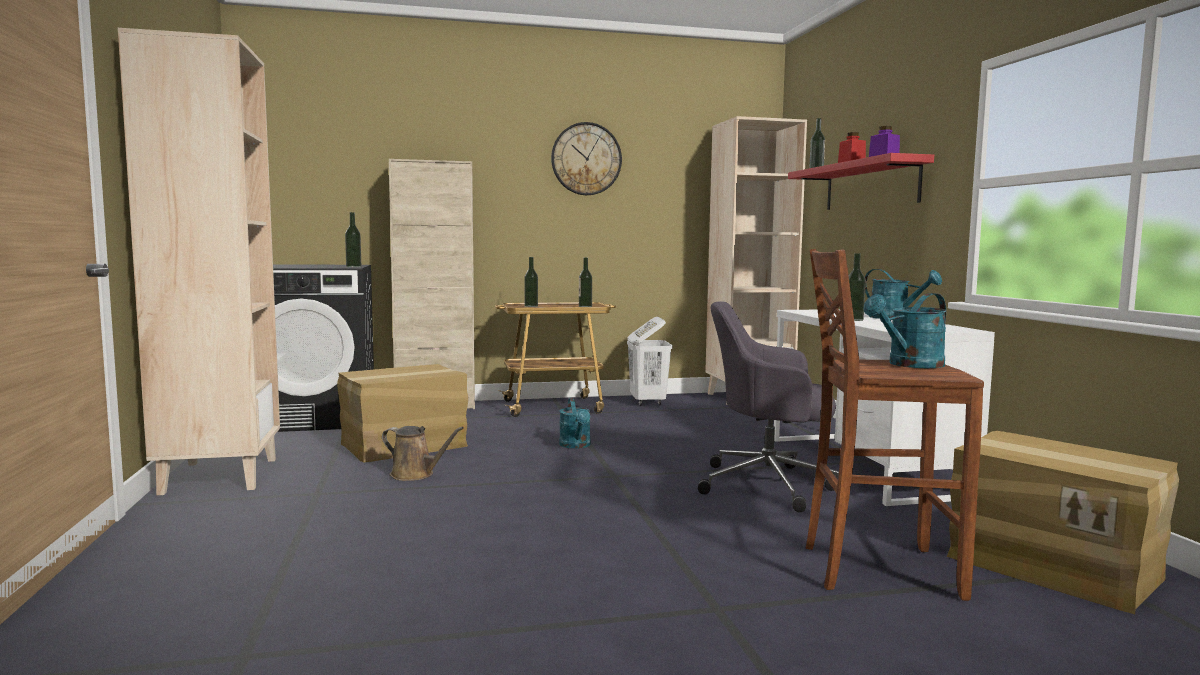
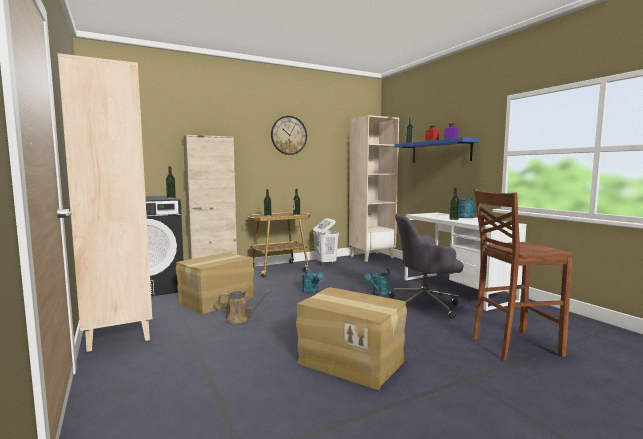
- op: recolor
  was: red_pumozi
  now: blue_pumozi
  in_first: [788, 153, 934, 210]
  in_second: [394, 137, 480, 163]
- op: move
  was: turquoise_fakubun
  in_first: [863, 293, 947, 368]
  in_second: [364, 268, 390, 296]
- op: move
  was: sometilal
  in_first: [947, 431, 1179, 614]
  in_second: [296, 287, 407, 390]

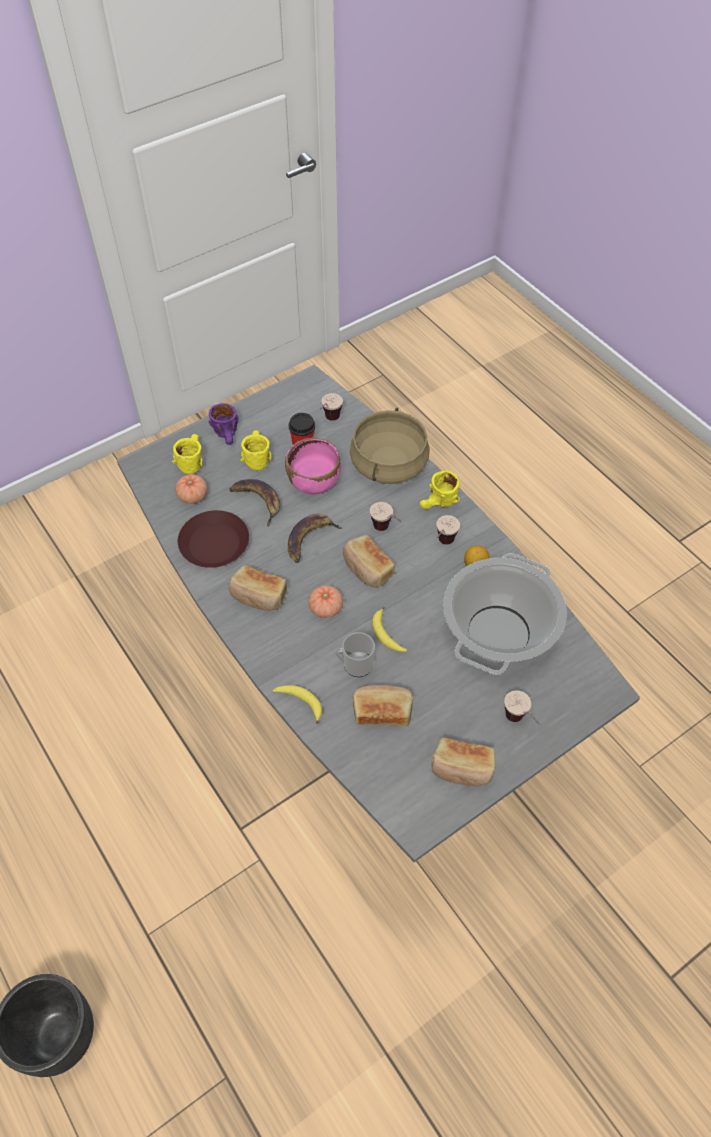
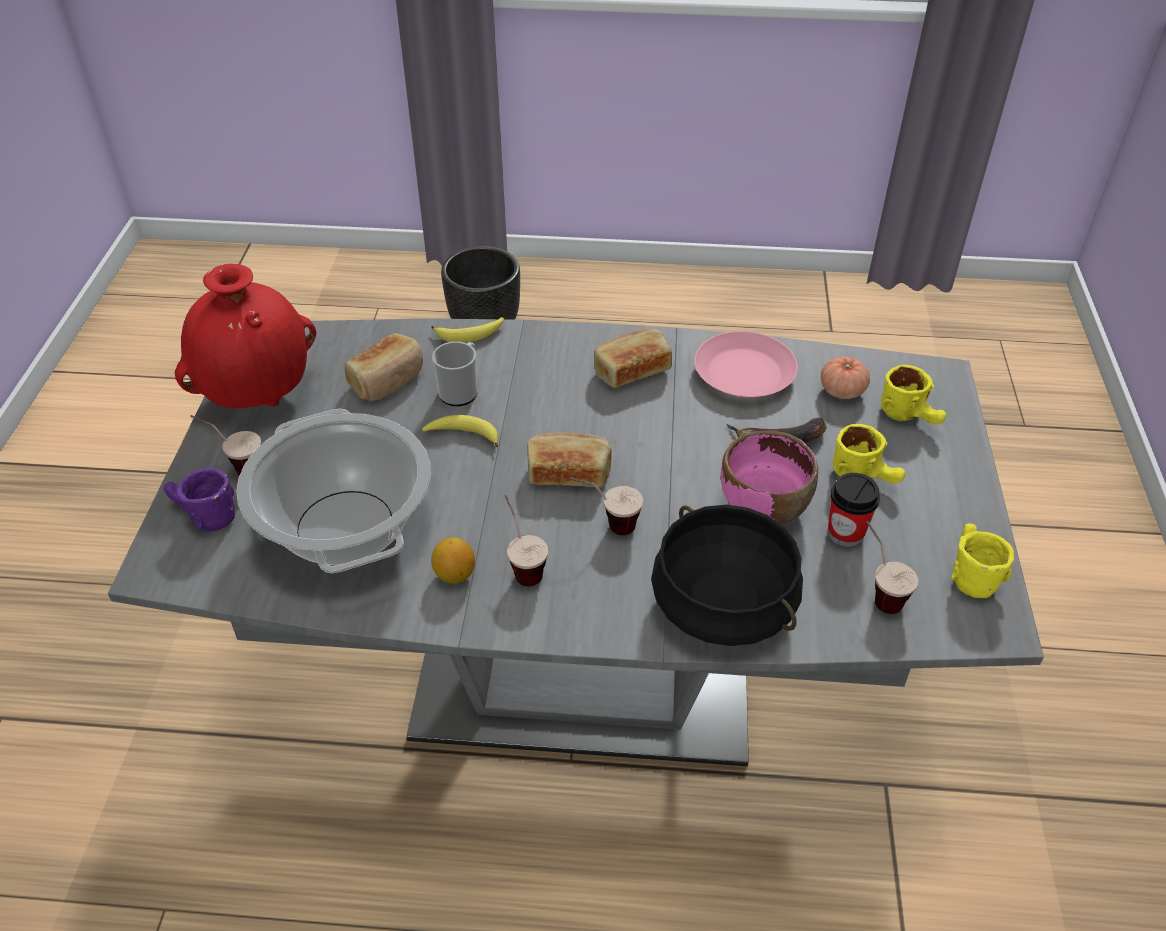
- op: recolor
  was: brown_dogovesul
  now: pink_dogovesul
  in_first: [178, 510, 249, 568]
  in_second: [694, 331, 798, 398]
- op: move
  was: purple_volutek
  in_first: [209, 403, 239, 445]
  in_second: [164, 468, 235, 532]
- op: delete
  was: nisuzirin
  in_first: [288, 514, 342, 563]
- op: delete
  was: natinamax
  in_first: [308, 585, 343, 618]
- op: recolor
  was: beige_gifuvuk
  now: black_gifuvuk
  in_first: [350, 408, 430, 484]
  in_second: [651, 505, 803, 646]
- op: move
  was: yellow_volutek
  in_first: [420, 470, 460, 509]
  in_second: [951, 523, 1014, 598]
- op: replace
  was: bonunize
  now: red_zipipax
  in_first: [431, 737, 495, 786]
  in_second: [175, 264, 316, 408]

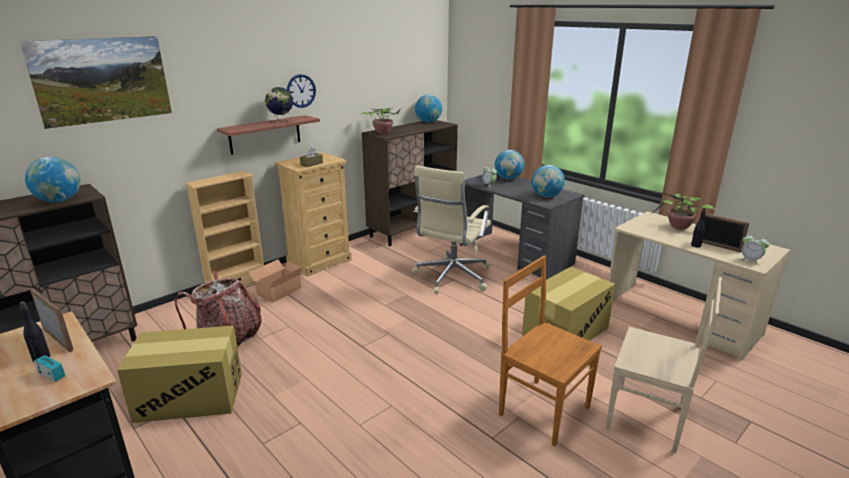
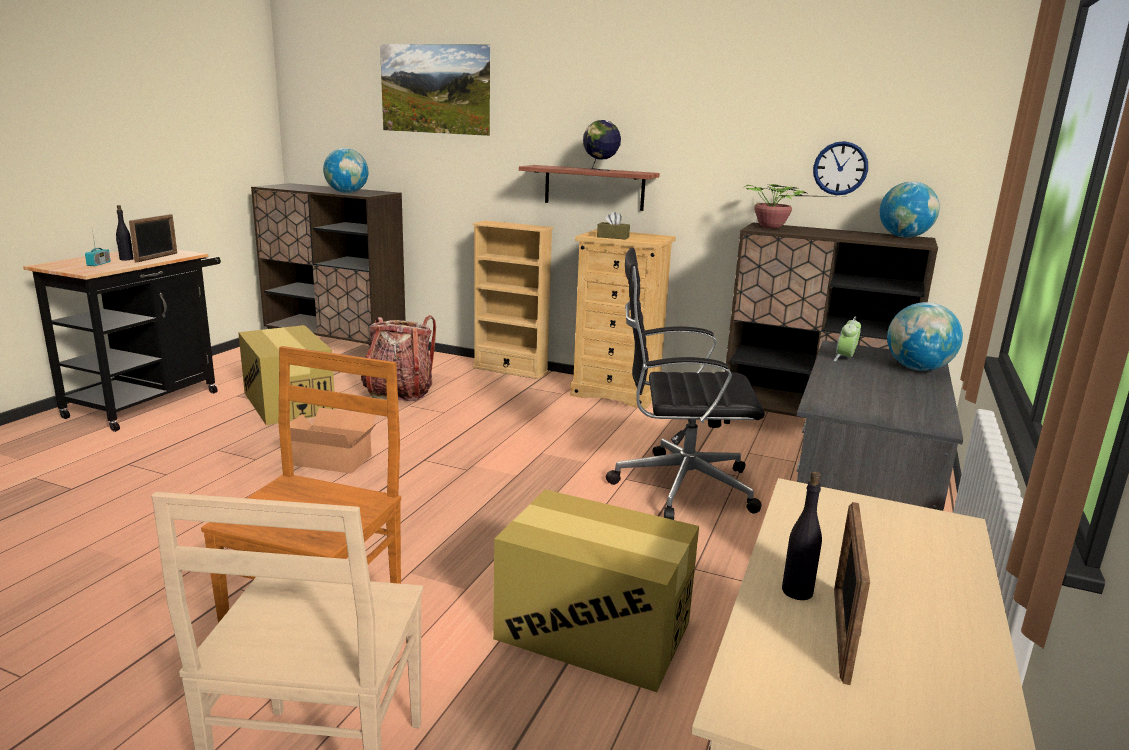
- op: move
  was: sometilal
  in_first: [248, 260, 302, 303]
  in_second: [290, 408, 377, 474]
- op: move
  was: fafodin
  in_first: [287, 74, 316, 108]
  in_second: [813, 141, 868, 195]
- op: recolor
  was: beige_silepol
  now: black_silepol
  in_first: [412, 165, 491, 294]
  in_second: [606, 248, 765, 520]
- op: delete
  was: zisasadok
  in_first: [532, 165, 565, 198]
- op: delete
  was: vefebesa
  in_first: [654, 192, 714, 230]
- op: delete
  was: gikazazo
  in_first: [739, 234, 769, 265]

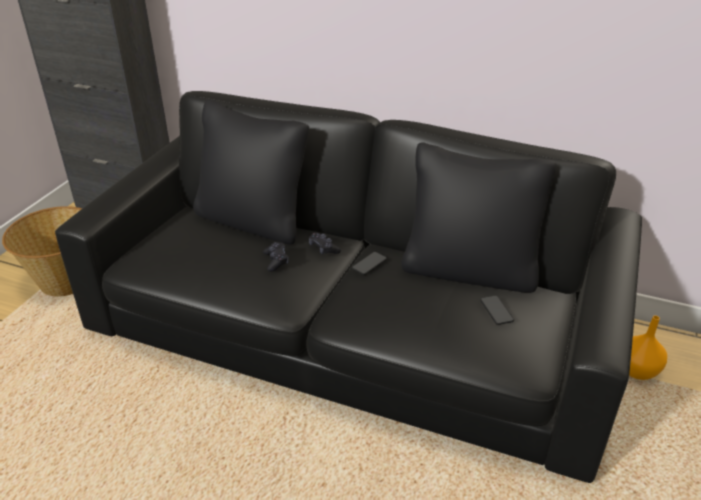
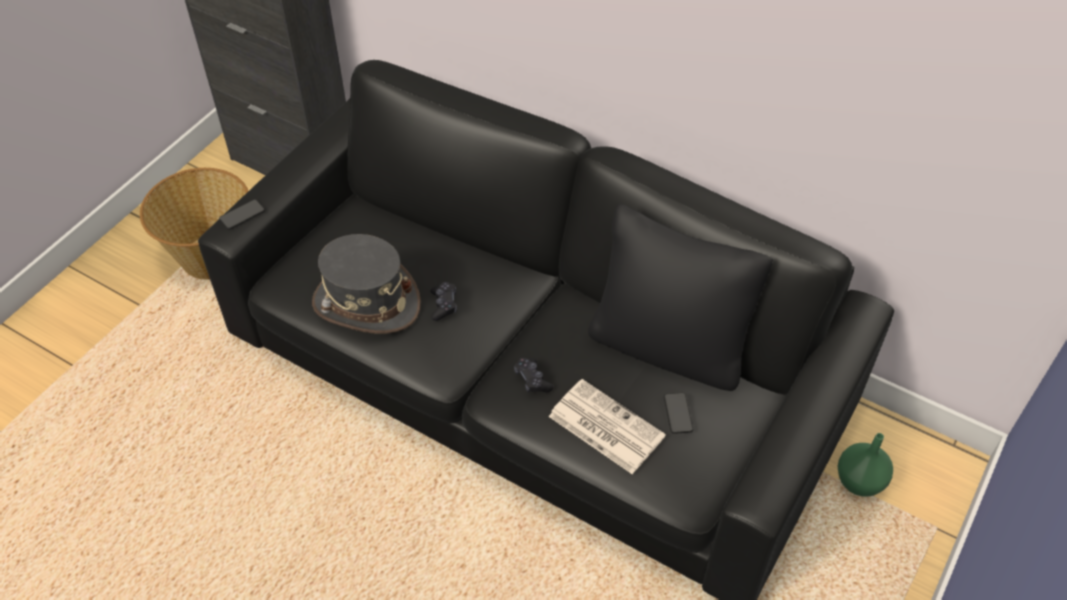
- op: delete
  was: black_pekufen
  in_first: [193, 99, 309, 244]
- op: move
  was: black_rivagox
  in_first: [309, 233, 341, 255]
  in_second: [514, 358, 553, 393]
- op: move
  was: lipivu
  in_first: [352, 252, 387, 275]
  in_second: [219, 199, 265, 229]
- op: recolor
  was: orange_zipipax
  now: green_zipipax
  in_first: [629, 315, 667, 380]
  in_second: [838, 433, 893, 497]
- op: insert
  now: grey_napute
  in_second: [312, 234, 421, 334]
- op: insert
  now: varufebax
  in_second: [548, 379, 666, 474]

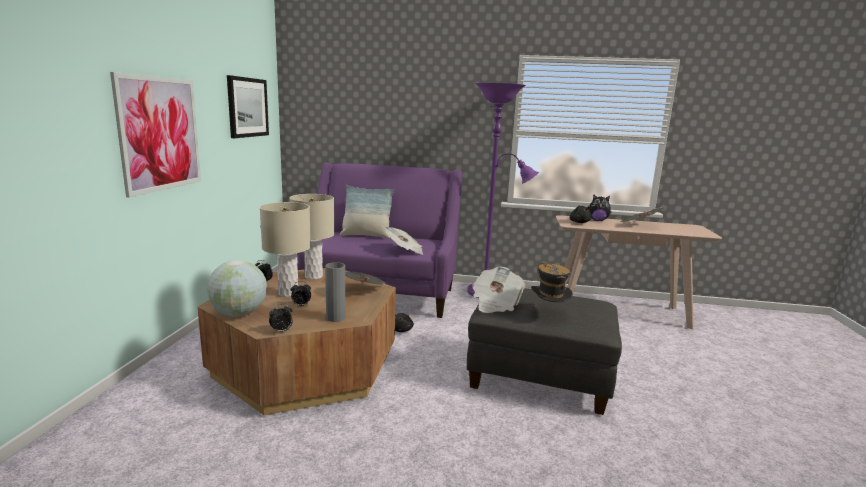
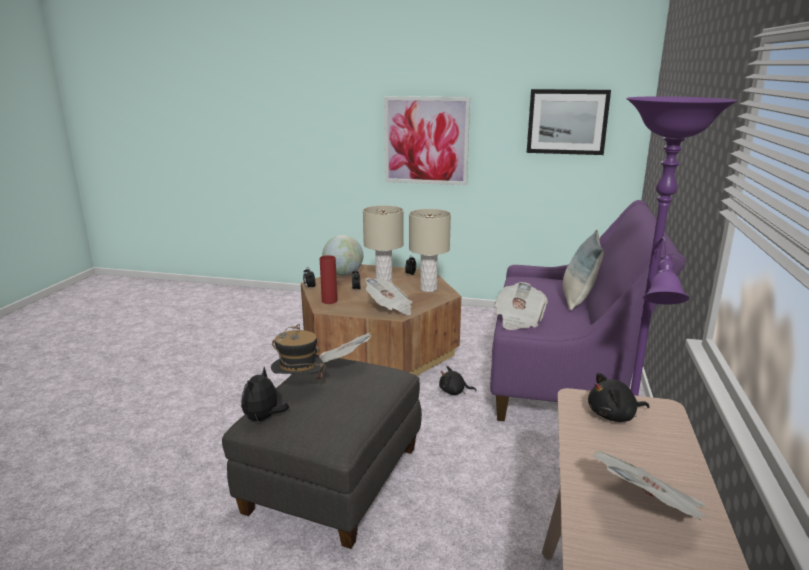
- op: recolor
  was: grey_zipipax
  now: red_zipipax
  in_first: [325, 262, 345, 322]
  in_second: [320, 255, 337, 304]
- op: move
  was: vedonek
  in_first: [590, 194, 612, 221]
  in_second: [241, 367, 289, 421]

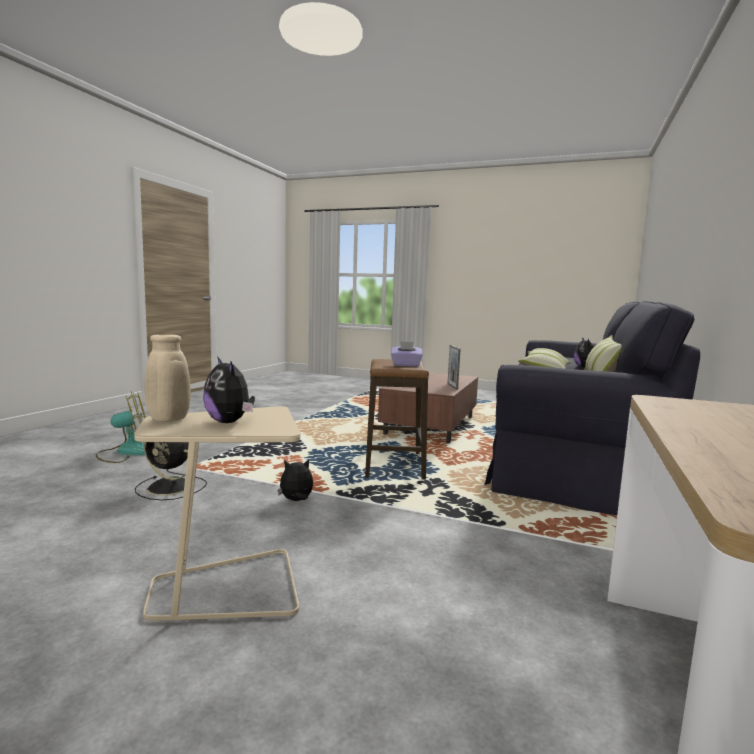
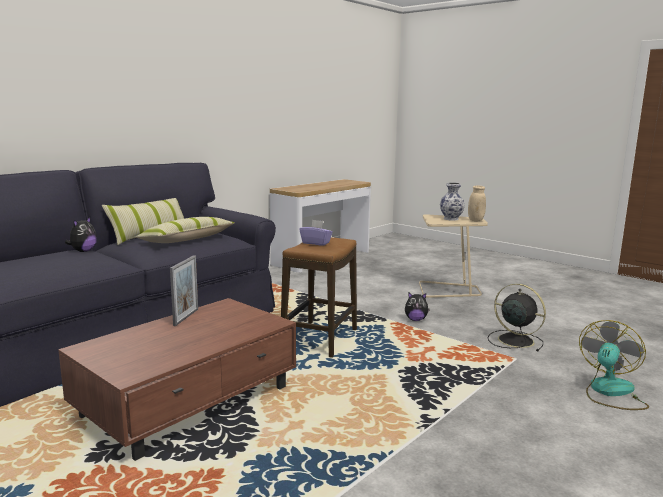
- op: rotate
  was: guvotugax
  in_first: [96, 391, 146, 463]
  in_second: [579, 320, 649, 410]
  clockwise: 135
- op: replace
  was: vedonek
  now: zipipax
  in_first: [203, 356, 255, 423]
  in_second: [440, 182, 465, 221]

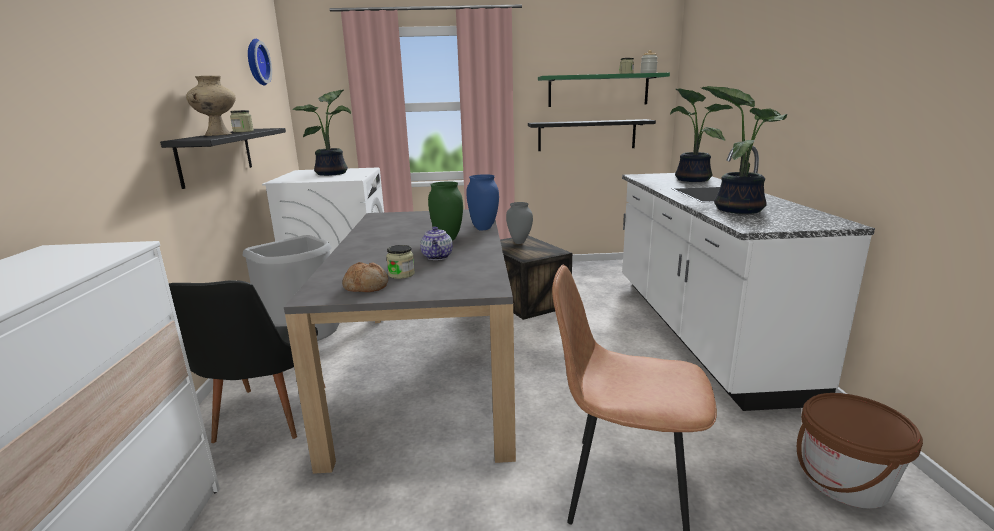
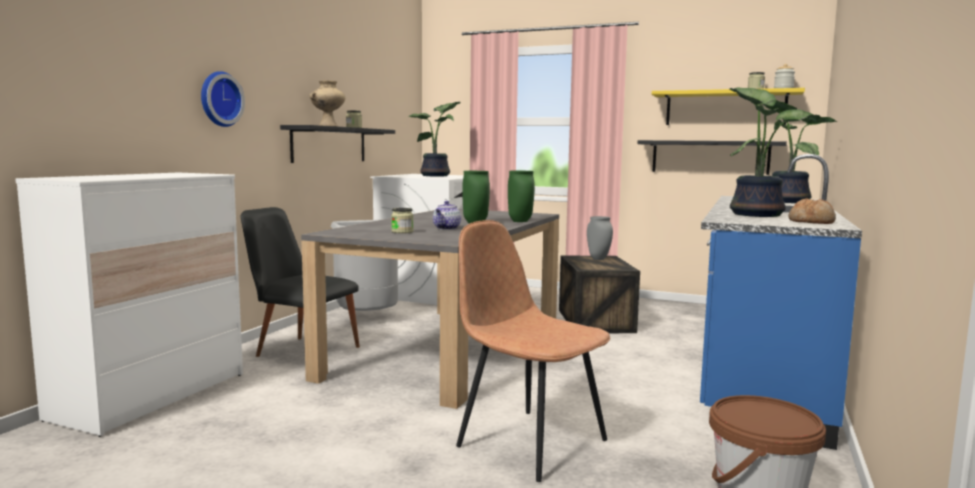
- op: rotate
  was: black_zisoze
  in_first: [169, 280, 325, 443]
  in_second: [240, 207, 360, 357]
  clockwise: 90
- op: move
  was: fafodin
  in_first: [248, 39, 272, 85]
  in_second: [201, 71, 245, 127]
- op: move
  was: bonunize
  in_first: [342, 262, 388, 292]
  in_second: [788, 198, 836, 224]
- op: recolor
  was: blue_zipipax
  now: green_zipipax
  in_first: [466, 174, 499, 230]
  in_second: [508, 171, 535, 222]
- op: recolor
  was: green_pumozi
  now: yellow_pumozi
  in_first: [538, 73, 670, 107]
  in_second: [652, 88, 805, 125]
- op: recolor
  was: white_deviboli
  now: blue_deviboli
  in_first: [622, 146, 875, 411]
  in_second: [700, 154, 862, 450]

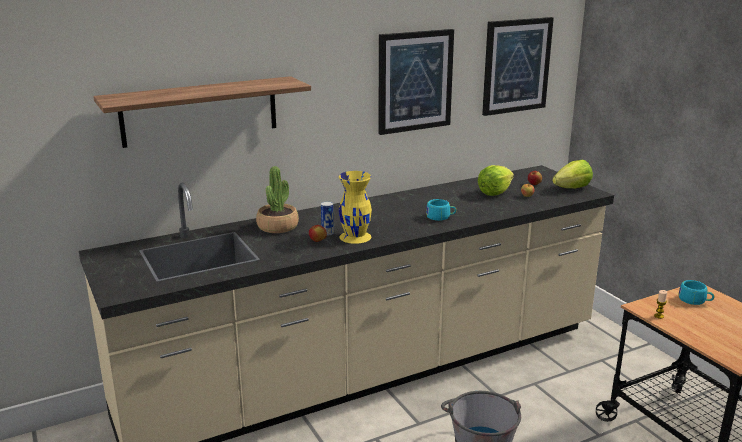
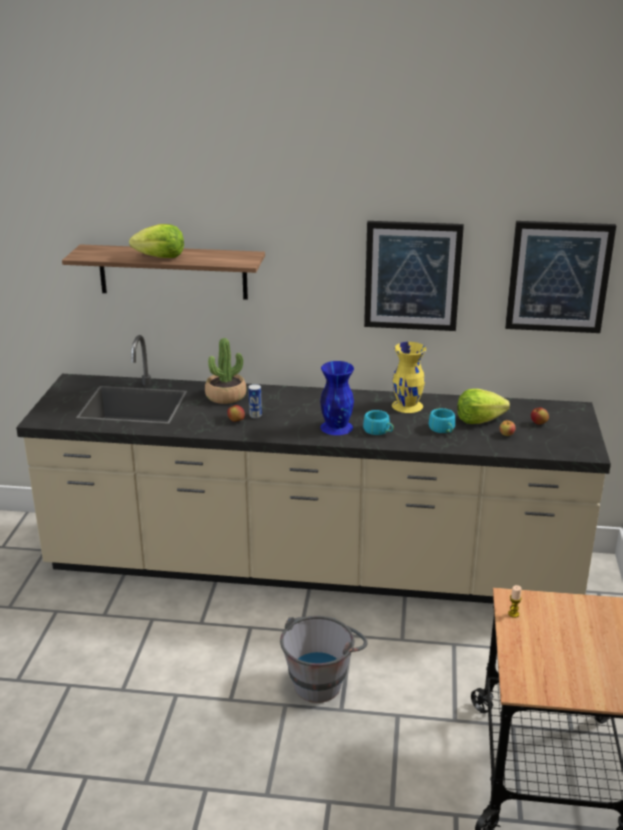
- op: move
  was: yellow_zipipax
  in_first: [339, 171, 372, 244]
  in_second: [392, 342, 426, 413]
- op: move
  was: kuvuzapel
  in_first: [552, 160, 593, 188]
  in_second: [129, 224, 184, 258]
- op: move
  was: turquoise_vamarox
  in_first: [678, 280, 714, 305]
  in_second: [429, 408, 455, 433]
- op: insert
  now: blue_zipipax
  in_second: [320, 361, 354, 435]

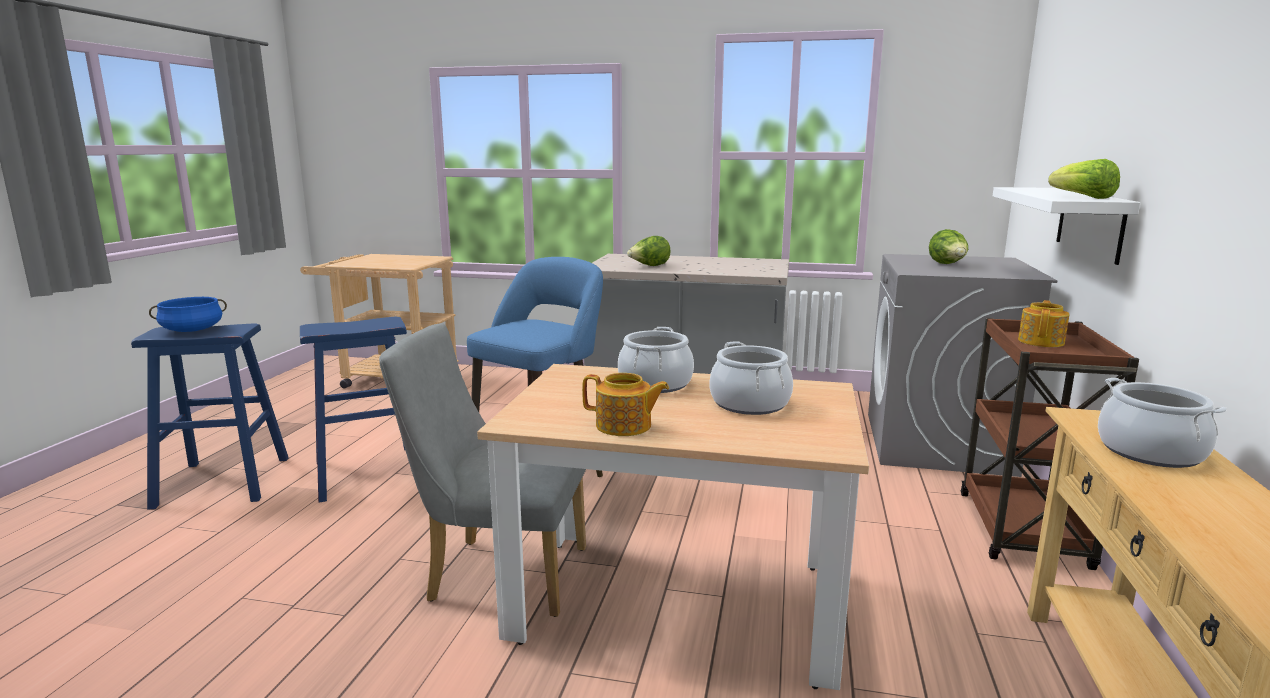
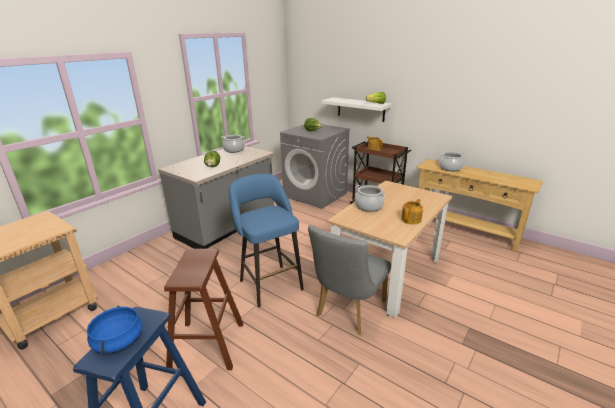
- op: recolor
  was: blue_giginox
  now: brown_giginox
  in_first: [300, 317, 407, 502]
  in_second: [164, 249, 243, 370]
- op: move
  was: gifuvuk
  in_first: [709, 341, 793, 415]
  in_second: [221, 135, 245, 153]

